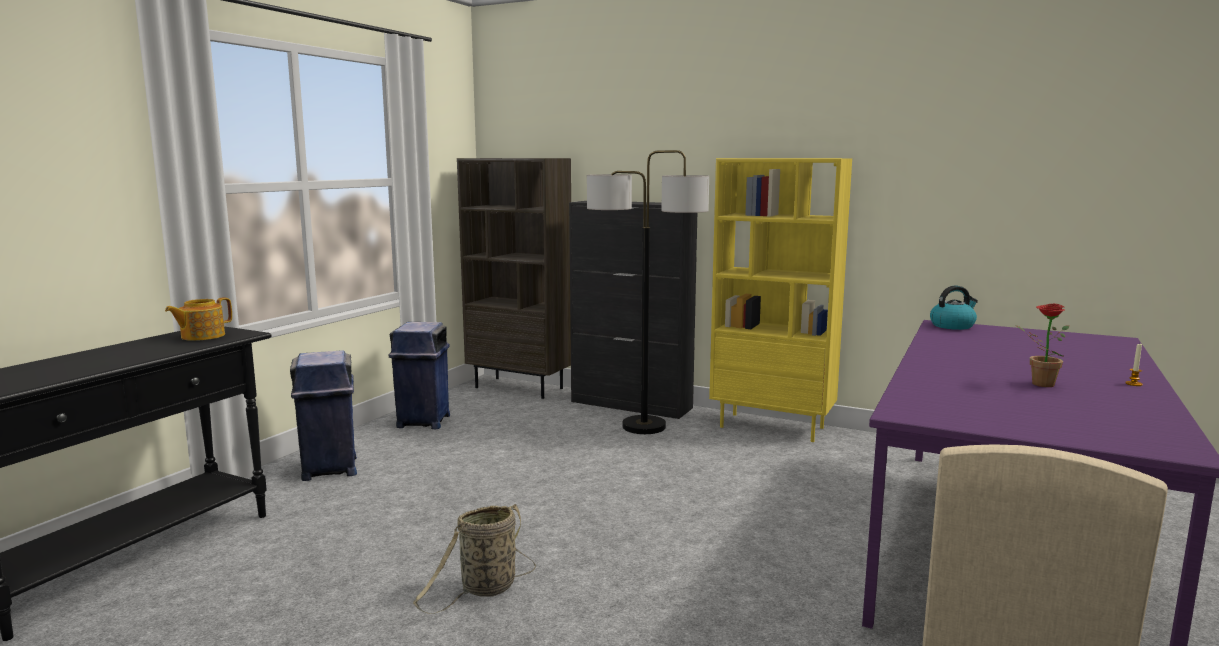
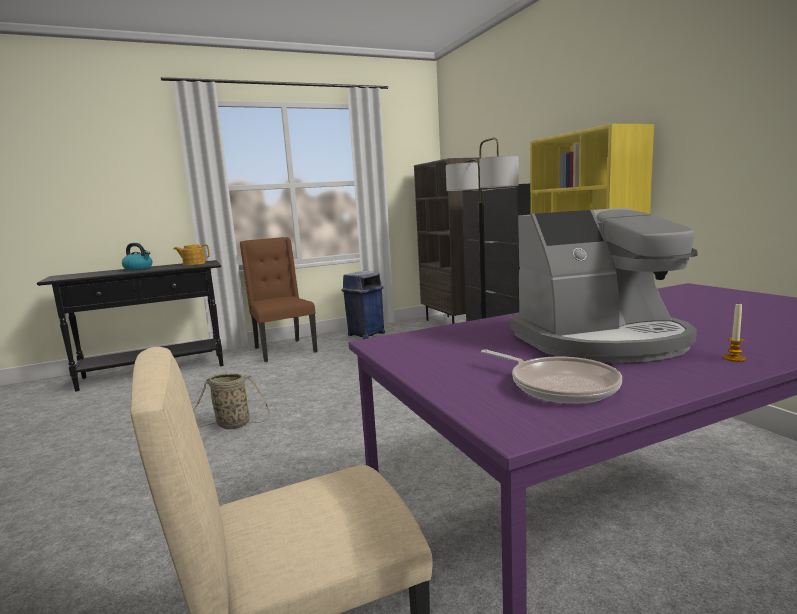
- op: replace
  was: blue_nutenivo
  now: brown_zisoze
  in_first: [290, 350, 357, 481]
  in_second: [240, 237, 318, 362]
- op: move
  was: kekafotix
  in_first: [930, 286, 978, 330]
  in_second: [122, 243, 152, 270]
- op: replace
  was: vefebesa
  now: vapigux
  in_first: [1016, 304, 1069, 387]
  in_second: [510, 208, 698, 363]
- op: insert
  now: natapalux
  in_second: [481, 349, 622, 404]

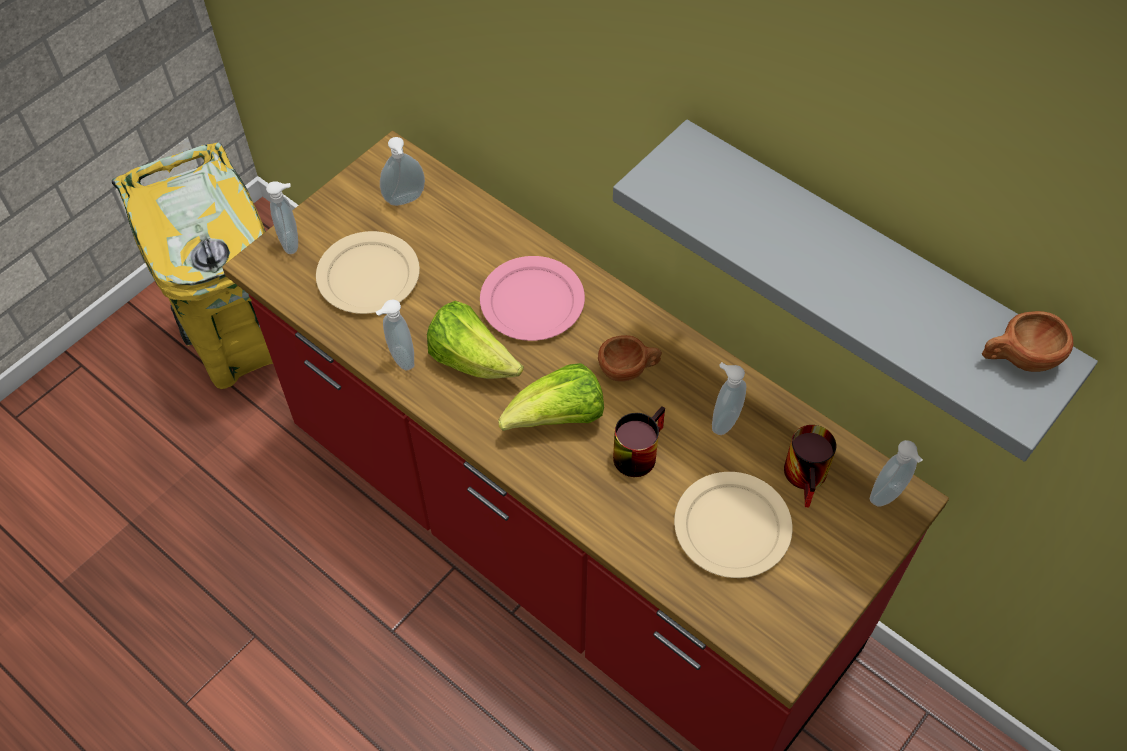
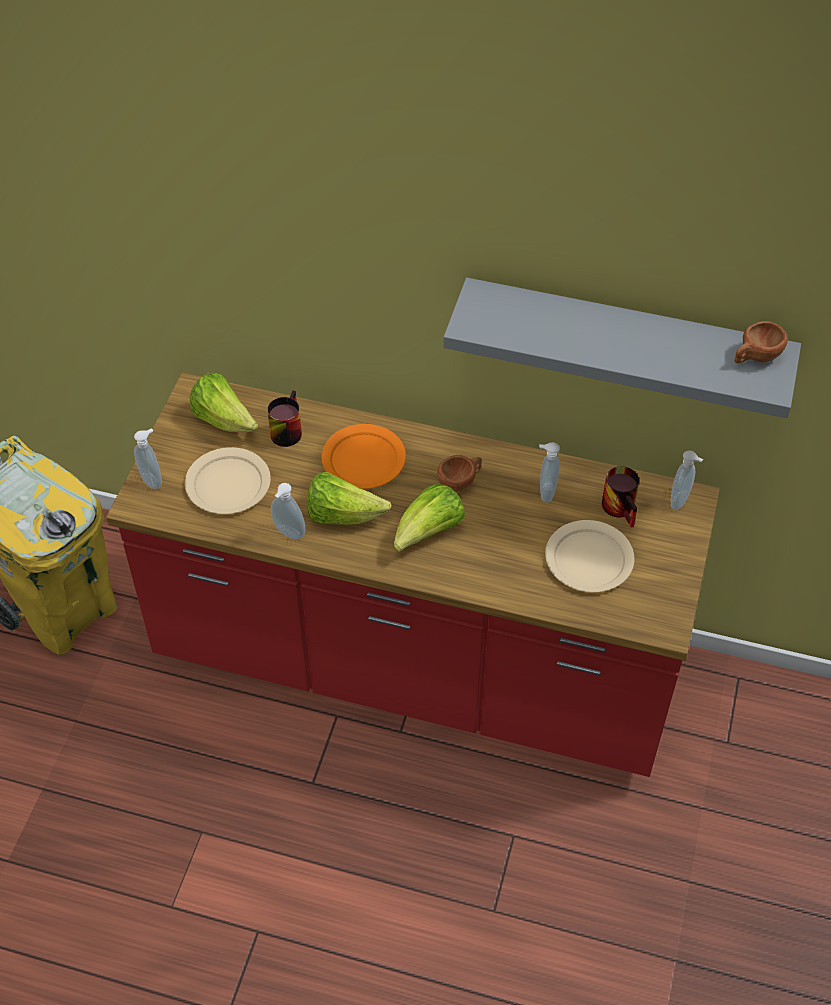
- op: replace
  was: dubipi
  now: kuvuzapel
  in_first: [380, 137, 425, 206]
  in_second: [190, 372, 258, 432]
- op: recolor
  was: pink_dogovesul
  now: orange_dogovesul
  in_first: [480, 256, 585, 341]
  in_second: [321, 424, 406, 489]
- op: move
  was: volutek
  in_first: [613, 406, 665, 477]
  in_second: [267, 390, 302, 447]

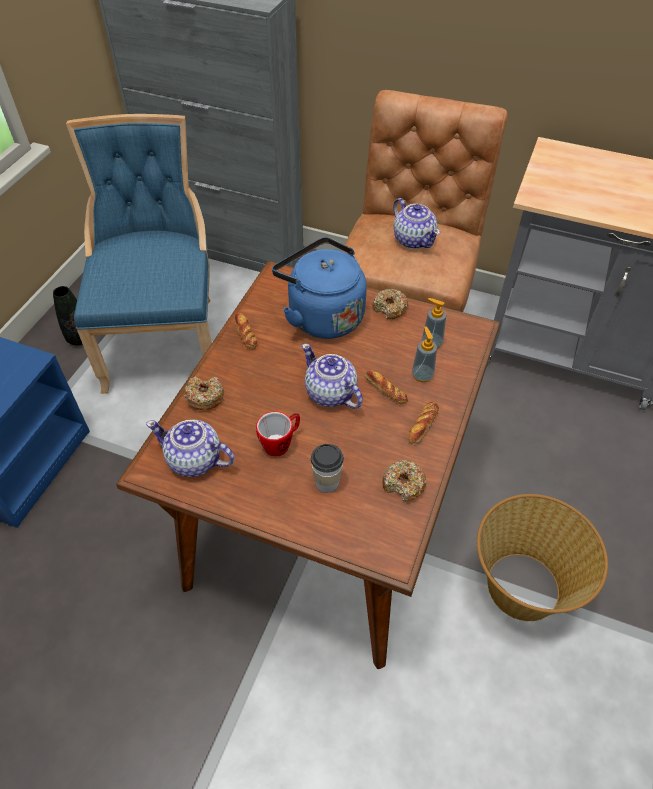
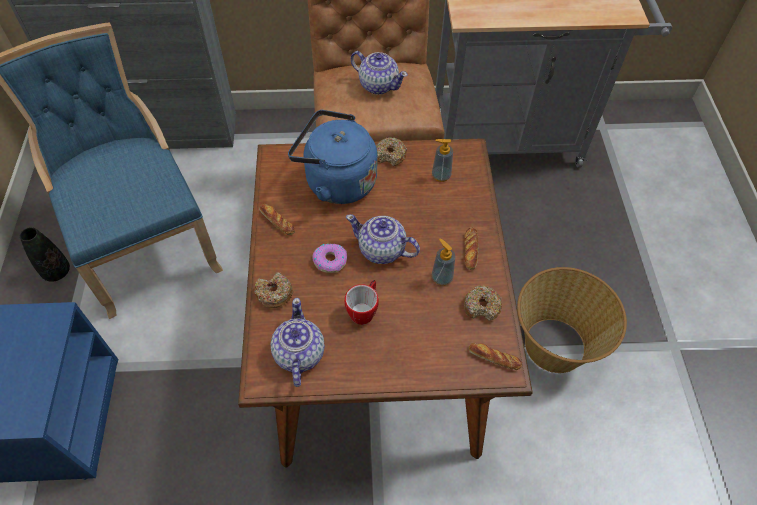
- op: rotate
  was: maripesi
  in_first: [146, 419, 235, 477]
  in_second: [270, 298, 325, 387]
  clockwise: 90
- op: delete
  was: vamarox
  in_first: [311, 444, 344, 493]
- op: move
  was: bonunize
  in_first: [365, 370, 408, 404]
  in_second: [469, 343, 522, 370]
- op: move
  was: dubipi
  in_first: [412, 327, 437, 382]
  in_second: [432, 238, 455, 286]
- op: insert
  now: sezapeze
  in_second: [312, 243, 347, 273]

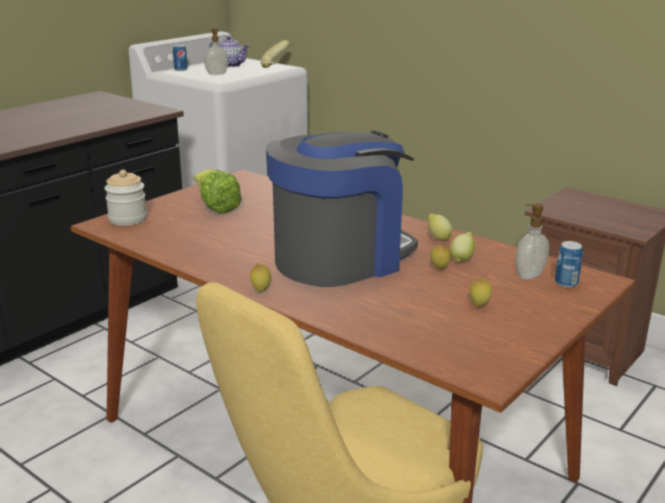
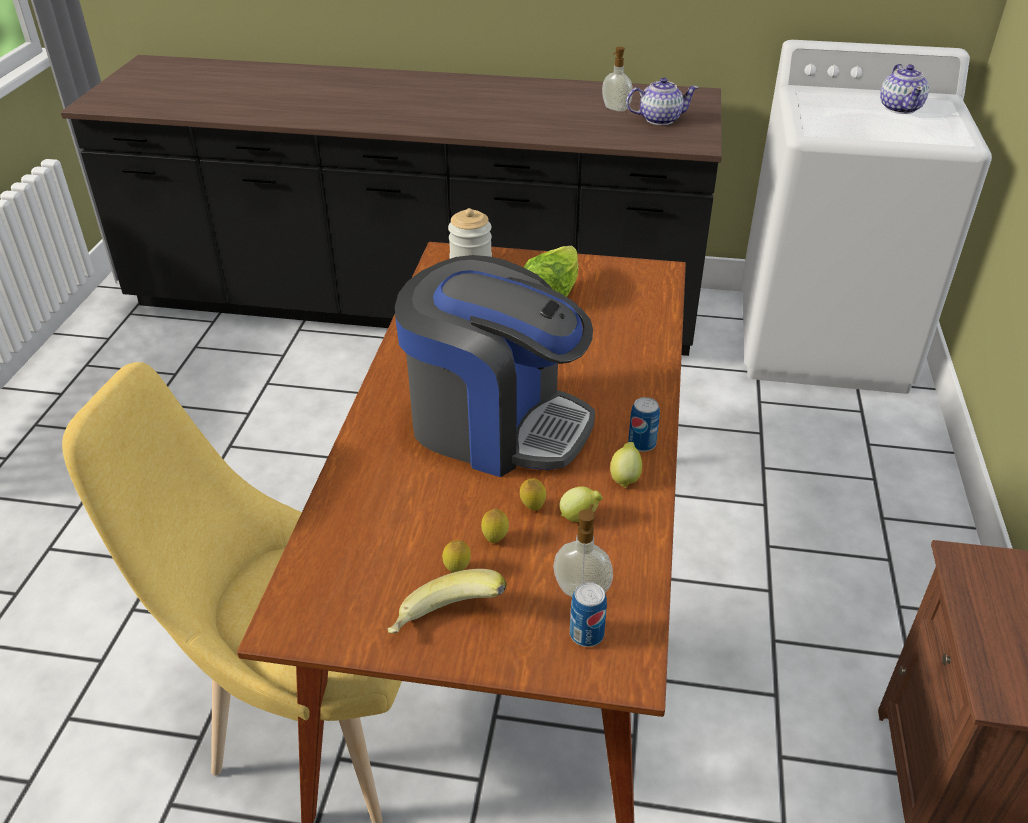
- op: move
  was: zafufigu
  in_first: [173, 45, 188, 71]
  in_second: [628, 397, 660, 452]
- op: move
  was: dubipi
  in_first: [204, 28, 229, 75]
  in_second: [602, 47, 633, 112]
- op: move
  was: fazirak
  in_first: [250, 263, 271, 292]
  in_second: [481, 508, 509, 543]
- op: move
  was: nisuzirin
  in_first: [261, 40, 290, 68]
  in_second: [388, 569, 507, 634]
- op: insert
  now: maripesi
  in_second: [626, 77, 699, 125]

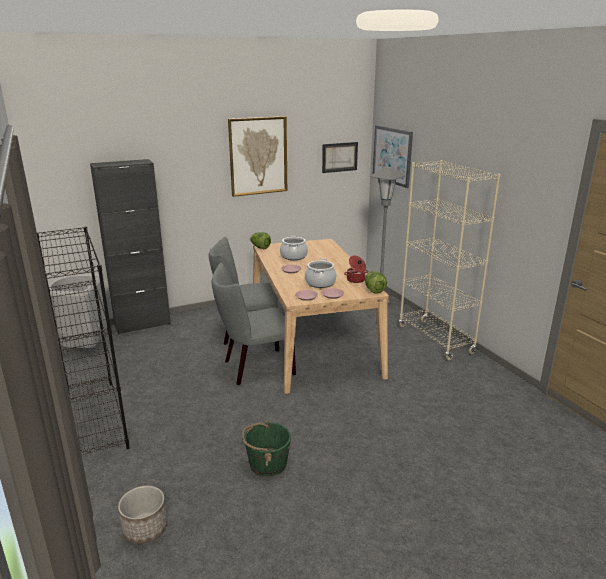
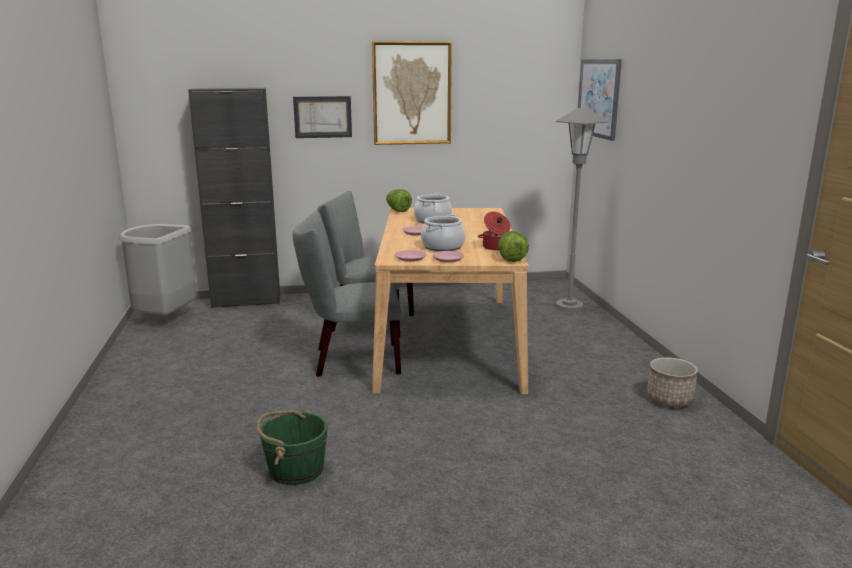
- op: delete
  was: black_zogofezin
  in_first: [37, 227, 129, 455]
- op: move
  was: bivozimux
  in_first: [118, 486, 167, 544]
  in_second: [647, 357, 698, 407]
- op: move
  was: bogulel
  in_first: [322, 142, 358, 173]
  in_second: [293, 96, 352, 138]
- op: delete
  was: beige_zogofezin
  in_first: [399, 160, 501, 360]

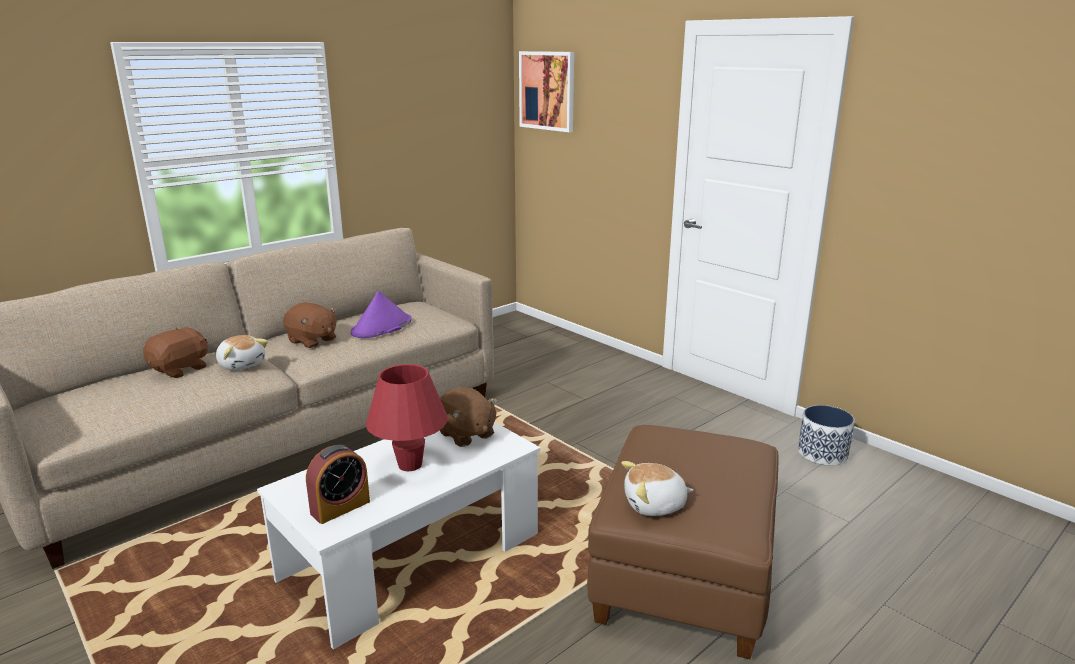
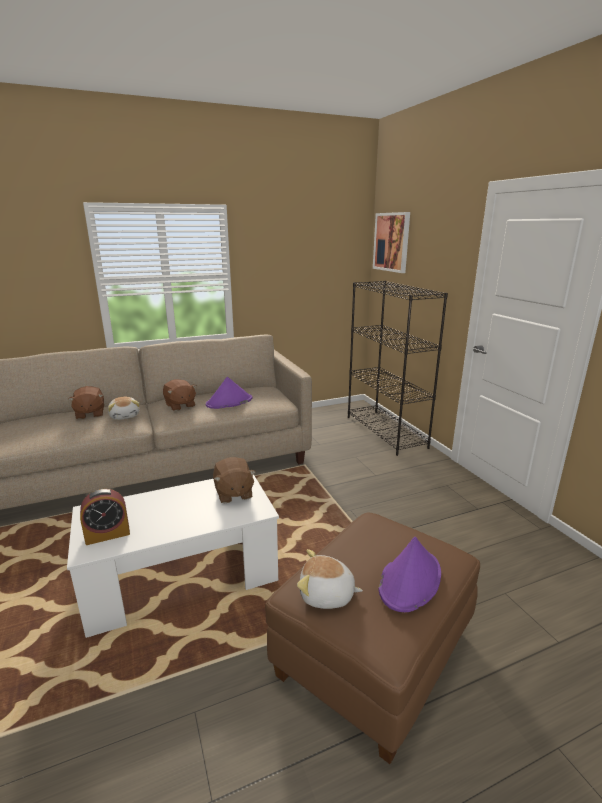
- op: rotate
  was: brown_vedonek
  in_first: [143, 327, 208, 378]
  in_second: [68, 386, 104, 419]
  clockwise: 105
- op: delete
  was: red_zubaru
  in_first: [366, 364, 448, 471]
- op: delete
  was: bivozimux
  in_first: [798, 405, 855, 466]
- op: insert
  now: black_zogofezin
  in_second: [348, 281, 448, 456]
- op: insert
  now: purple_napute
  in_second: [379, 537, 441, 612]

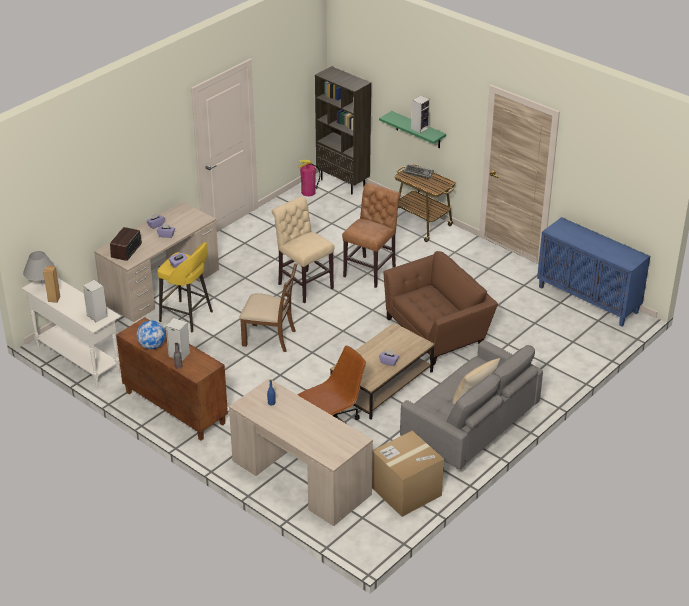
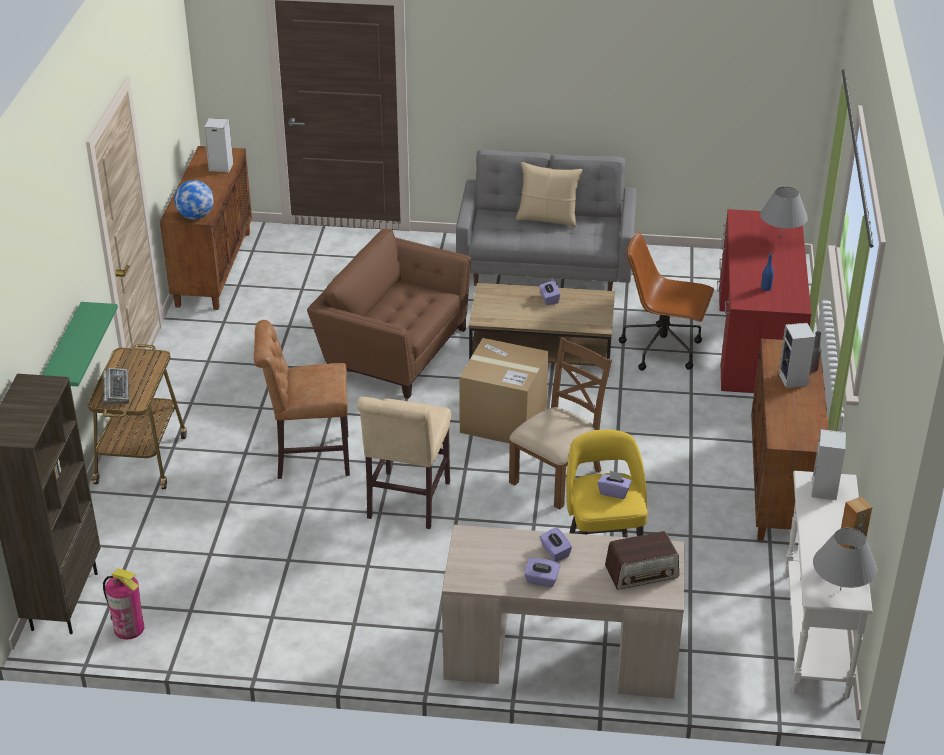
- op: move
  was: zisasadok
  in_first: [137, 320, 166, 349]
  in_second: [174, 180, 214, 219]
- op: recolor
  was: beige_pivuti
  now: red_pivuti
  in_first: [229, 379, 373, 526]
  in_second: [717, 209, 811, 393]
- op: rotate
  was: brown_zisoze
  in_first: [240, 263, 297, 352]
  in_second: [509, 338, 612, 509]
  clockwise: 60
- op: move
  was: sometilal
  in_first: [372, 431, 444, 517]
  in_second: [459, 338, 549, 444]
- op: move
  was: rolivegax
  in_first: [411, 95, 430, 133]
  in_second: [204, 118, 233, 173]
- op: recolor
  was: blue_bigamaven
  now: brown_bigamaven
  in_first: [537, 217, 650, 327]
  in_second: [160, 146, 252, 310]
- op: insert
  now: grey_zubaru
  in_second: [760, 186, 808, 237]

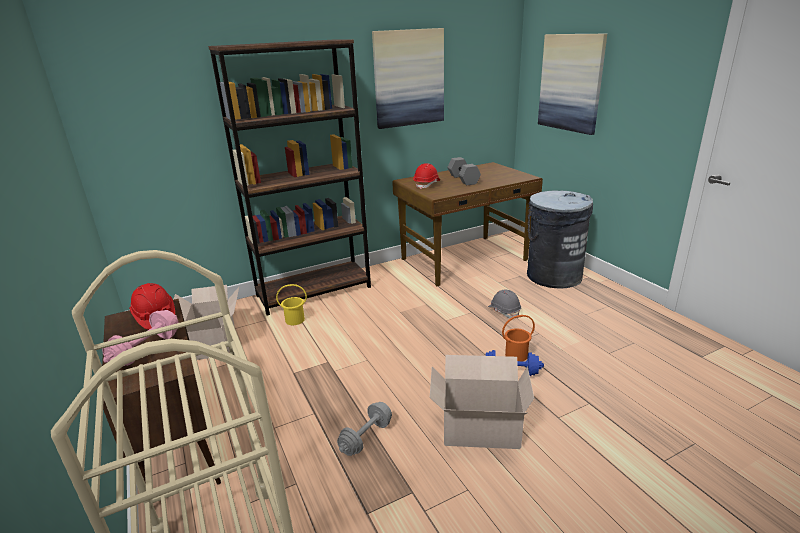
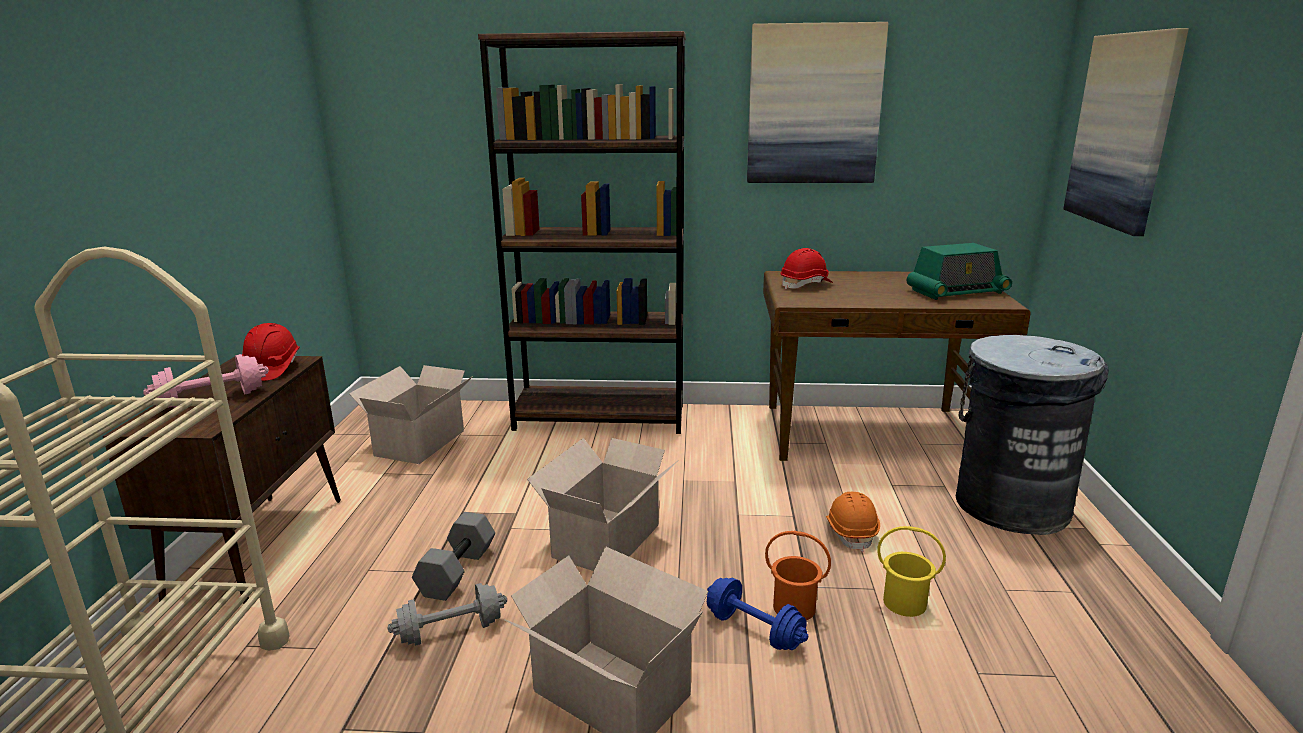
- op: move
  was: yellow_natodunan
  in_first: [276, 284, 307, 325]
  in_second: [877, 526, 946, 617]
- op: move
  was: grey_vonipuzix
  in_first: [448, 157, 481, 185]
  in_second: [412, 512, 495, 601]
- op: recolor
  was: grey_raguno
  now: orange_raguno
  in_first: [488, 290, 521, 319]
  in_second: [826, 492, 880, 552]
- op: insert
  now: sometilal
  in_second: [527, 438, 679, 571]
- op: insert
  now: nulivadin
  in_second: [907, 243, 1012, 300]

